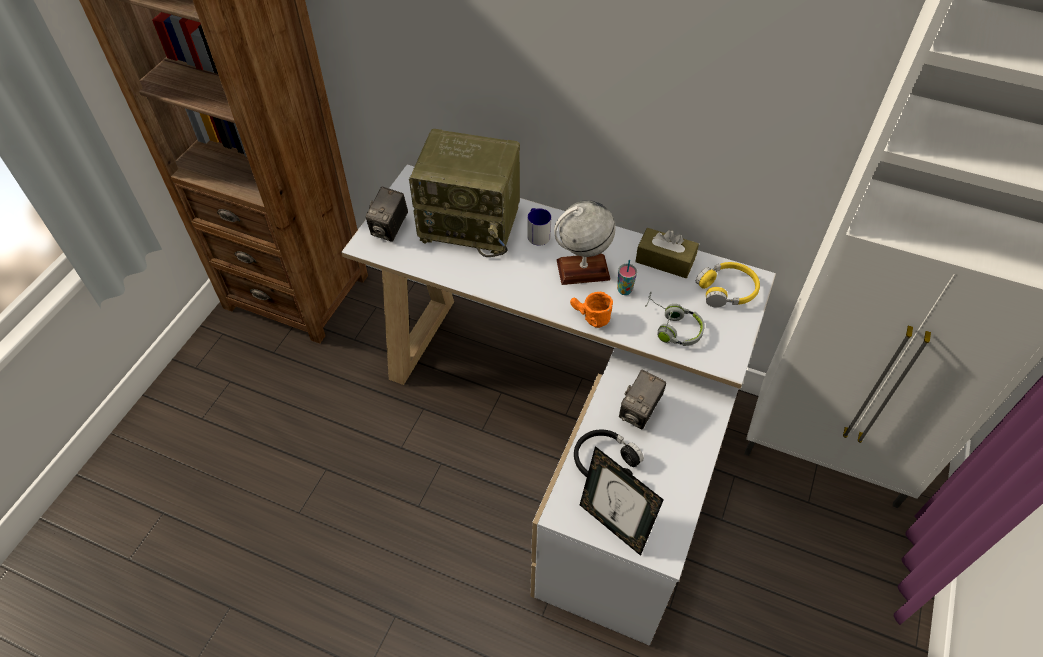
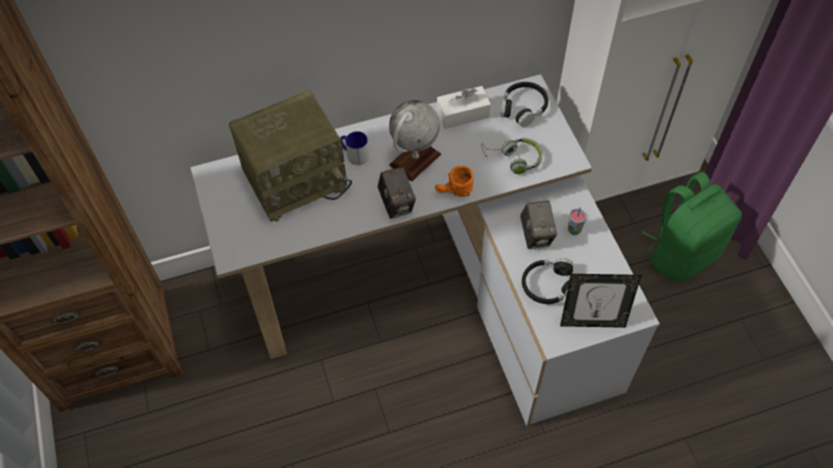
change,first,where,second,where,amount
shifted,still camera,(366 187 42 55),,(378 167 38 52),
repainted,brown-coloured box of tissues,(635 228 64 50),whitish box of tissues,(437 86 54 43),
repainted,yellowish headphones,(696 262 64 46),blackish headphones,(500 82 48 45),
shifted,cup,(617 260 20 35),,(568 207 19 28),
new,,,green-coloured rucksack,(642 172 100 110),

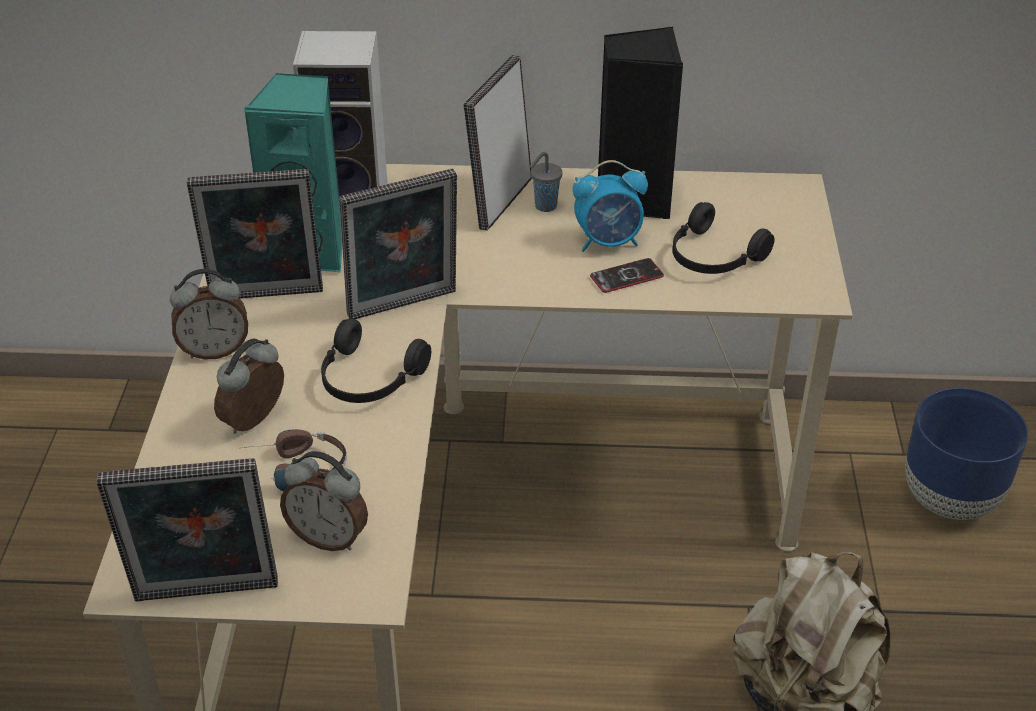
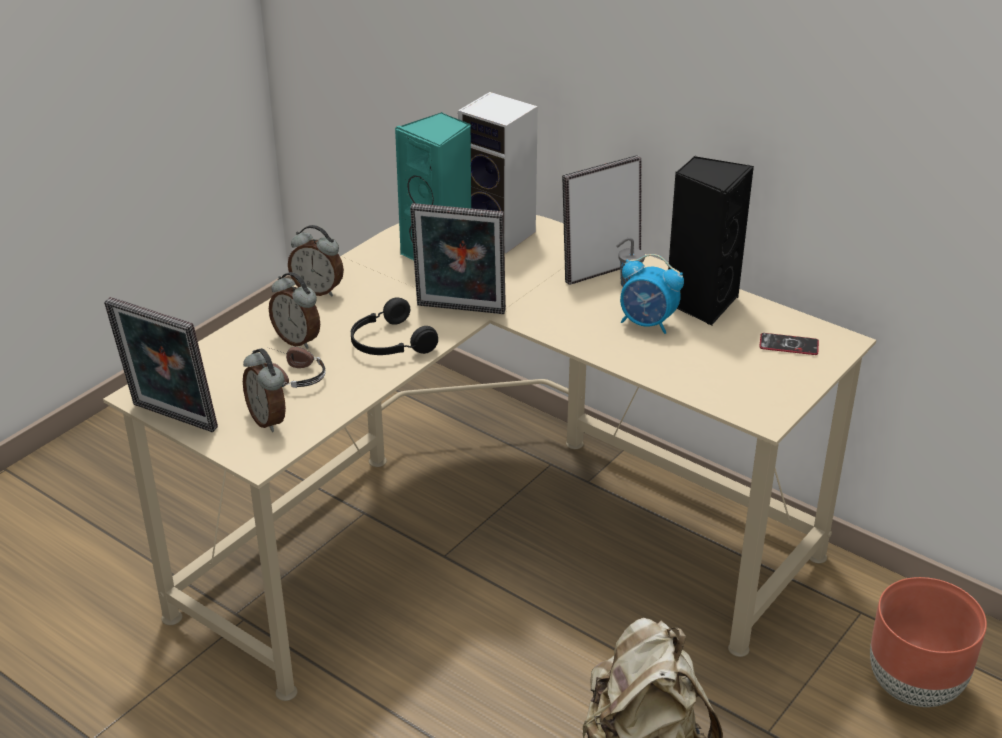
change,first,where,second,where,amount
rotated,alarm clock,(214 339 70 95),,(269 272 51 77),120 degrees counterclockwise
shifted,phone,(590 258 74 35),,(759 333 60 22),
repainted,bluish planter,(905 388 123 132),brown-coloured planter,(870 577 117 130),
gone,standing frame,(187 169 136 129),,,
gone,blackish headphones,(672 202 103 72),,,

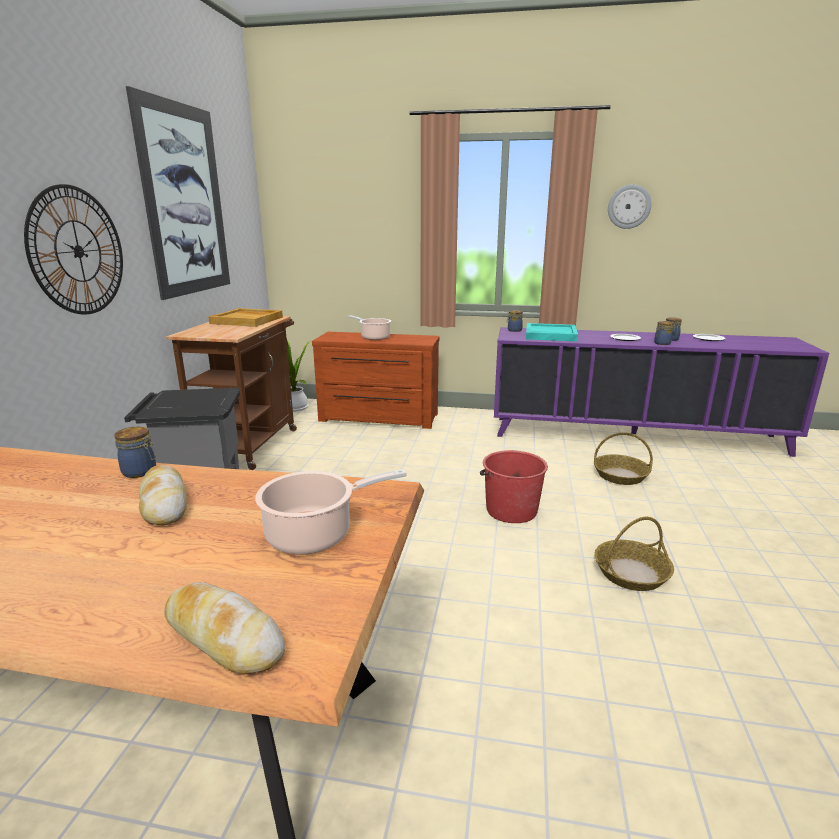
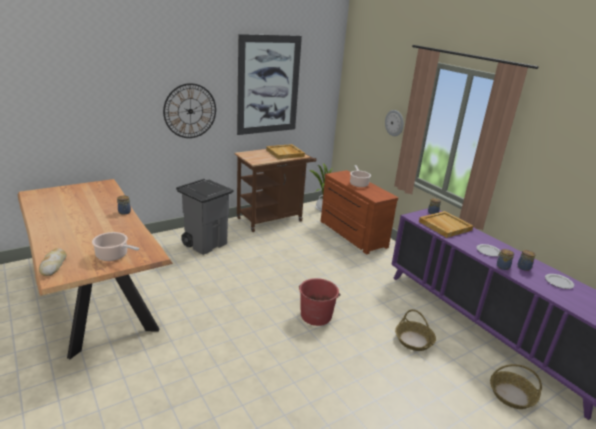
change,first,where,second,where,amount
shifted,hanging clock,(608 184 44 45),,(385 110 19 26),
repainted,turquoise carrying tray,(526 323 52 18),beige-coloured carrying tray,(419 211 54 27),
shifted,household basket,(594 517 80 74),,(490 364 52 45),
gone,bread,(139 465 48 60),,,

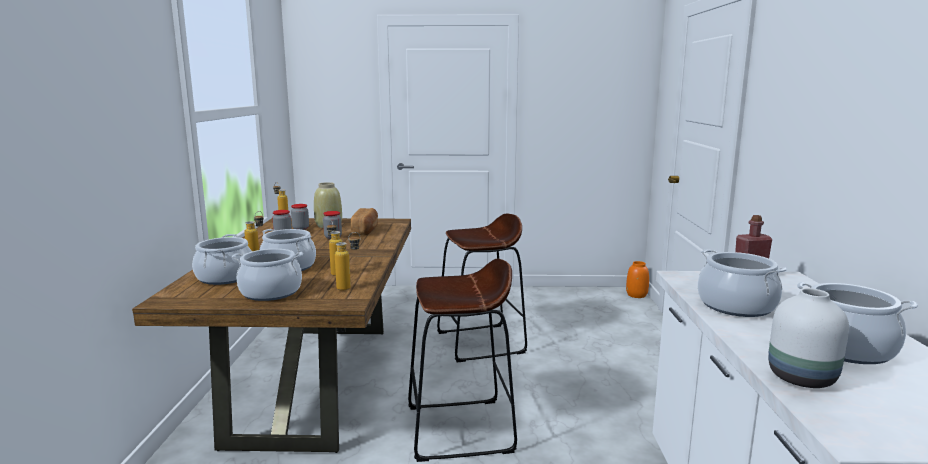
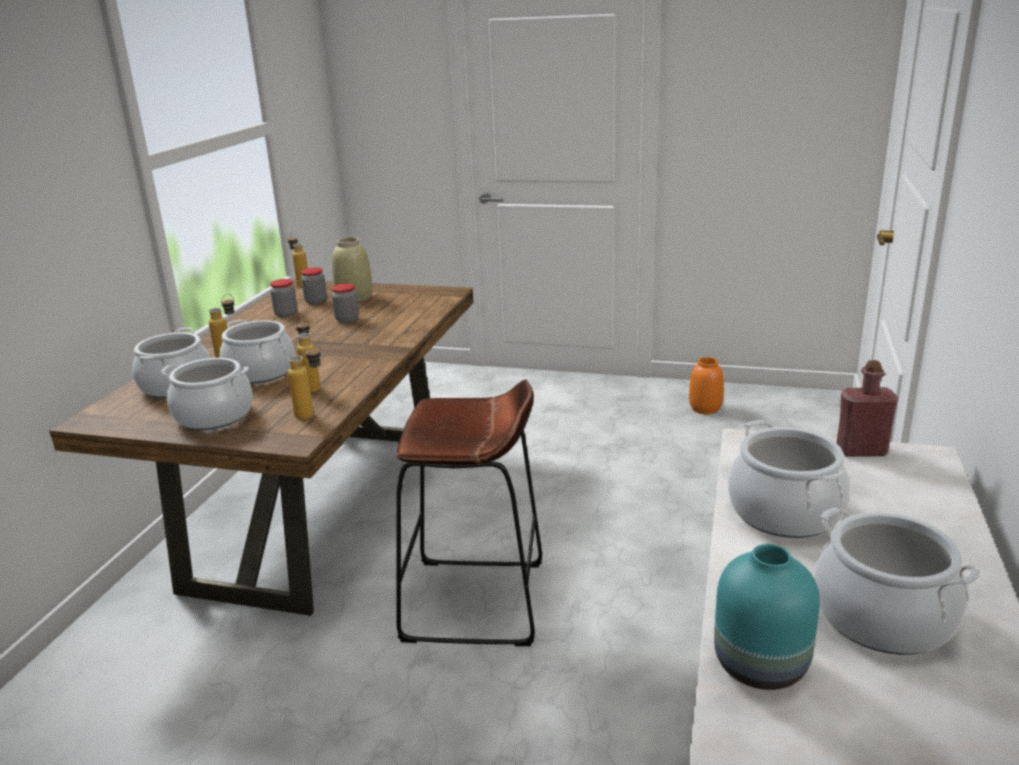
change,first,where,second,where,amount
shifted,orangey vase,(626 261 23 37),,(689 357 35 57),
repainted,whitish vase,(768 288 81 100),turquoise vase,(714 544 106 146),
gone,bread,(351 208 27 27),,,
gone,brown-coloured stool,(437 214 90 149),,,

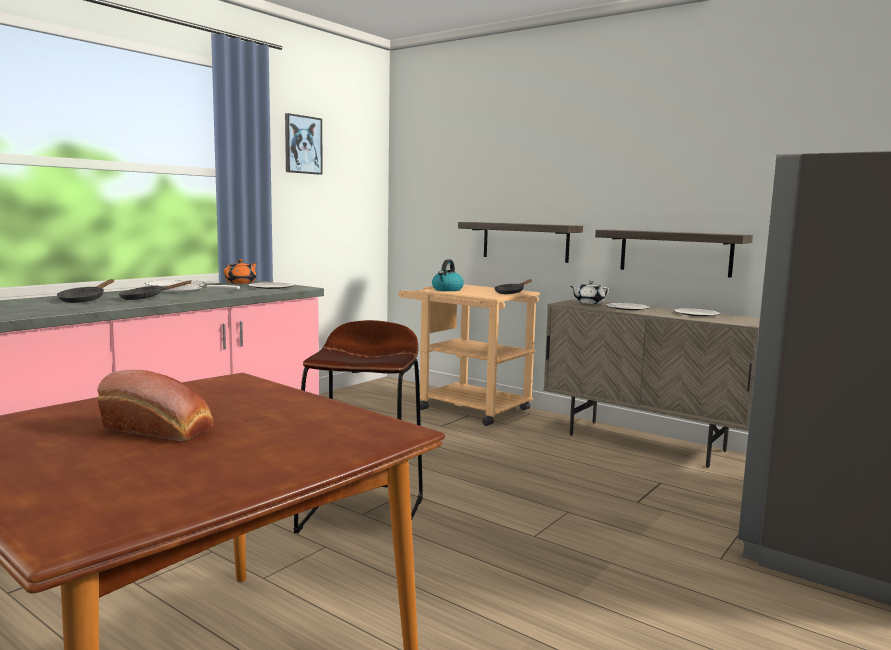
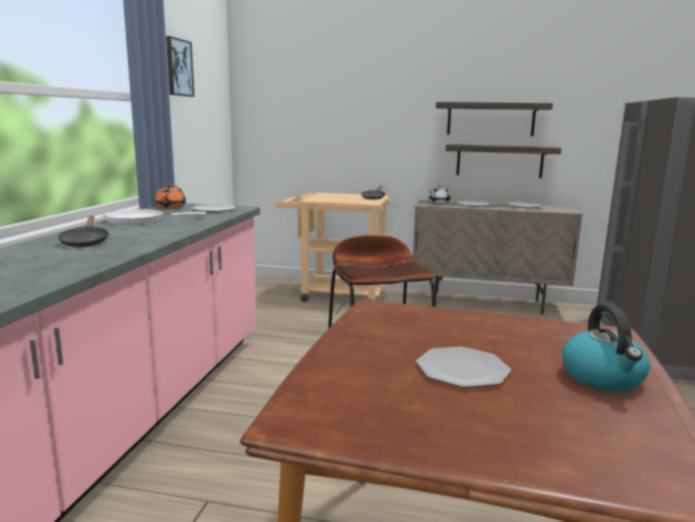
change,first,where,second,where,amount
swapped,bread,(97 370 116 71),flat dish,(416 347 95 41),
shifted,shelf,(458 222 125 41),,(436 102 117 34),
shifted,kettle,(432 259 32 32),,(562 304 88 88),
gone,blackish skillet,(119 280 72 20),,,

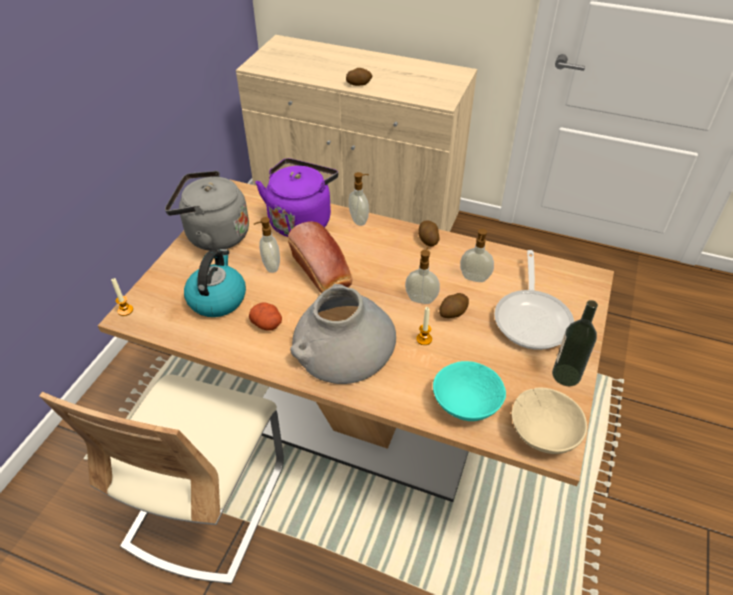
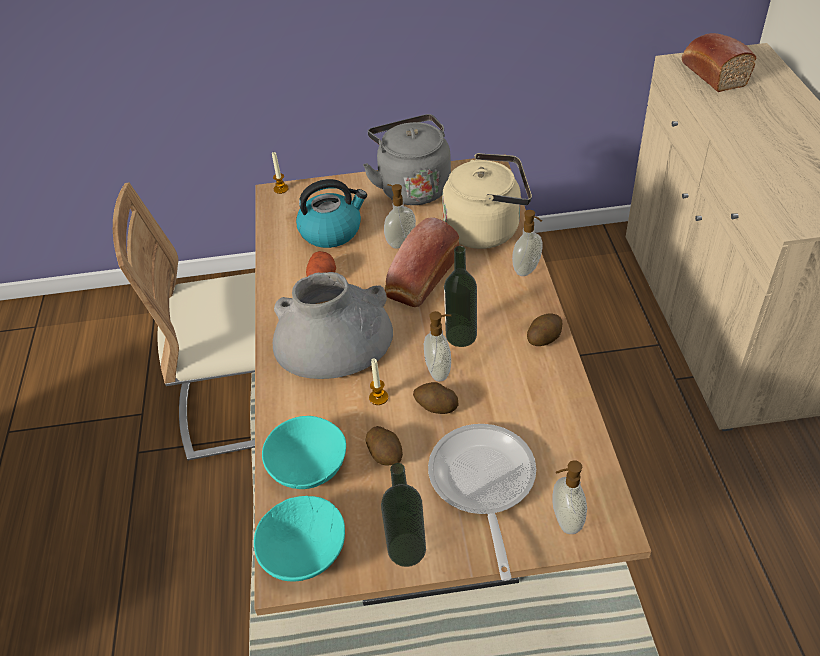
change,first,where,second,where,amount
repainted,beige-coloured deep dish,(511 388 76 66),turquoise deep dish,(254 496 91 85),
shifted,potato,(346 68 26 18),,(365 426 38 39),
rotated,skillet,(494 250 80 100),,(428 424 108 157),105 degrees clockwise
repainted,purplish kettle,(255 158 83 79),beige-coloured kettle,(442 153 90 96),
new,,,beverage bottle,(444 246 33 101),
shifted,soap dispenser,(460 229 34 53),,(552 460 35 74),
new,,,bread,(682 33 75 59),

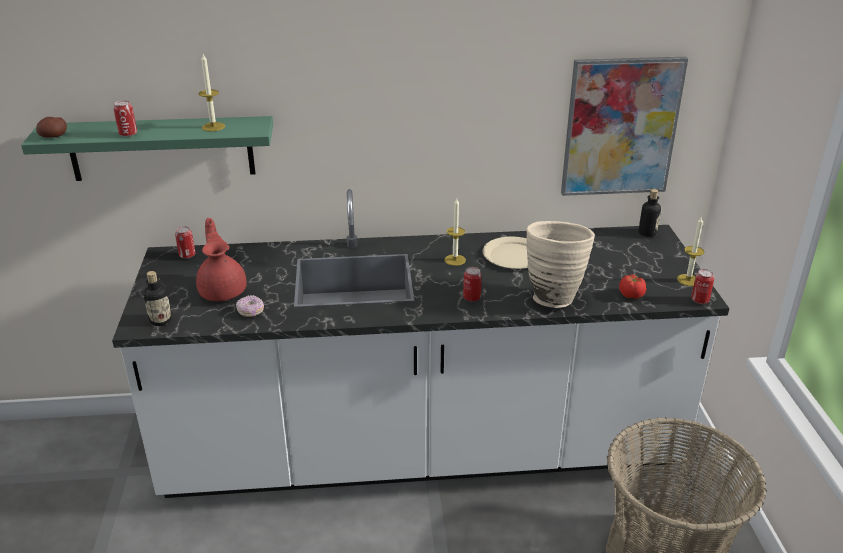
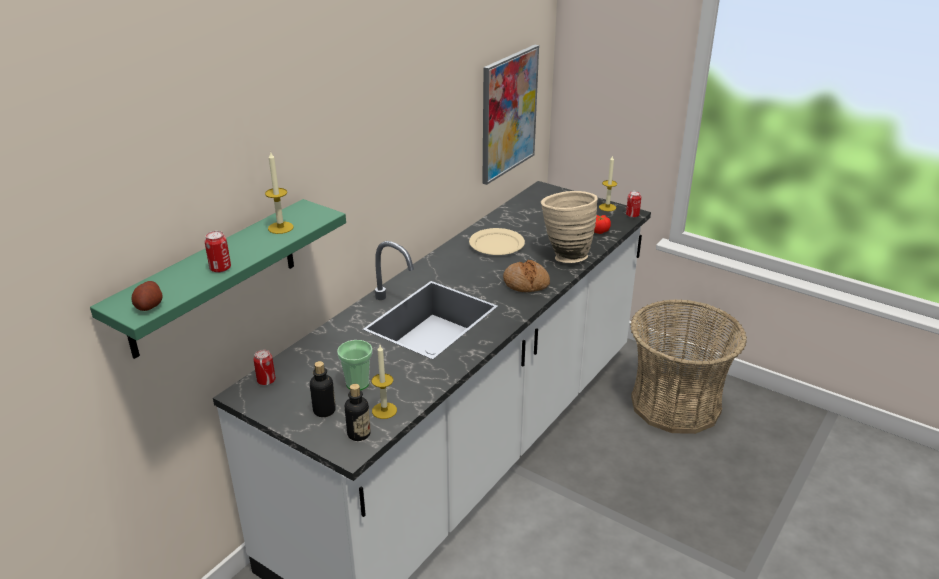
change,first,where,second,where,amount
shifted,beverage bottle,(639 189 22 48),,(310 361 26 56),
swapped,reddish teapot,(196 218 51 83),cup,(337 340 36 50),
shifted,candle,(445 198 21 68),,(372 345 25 74),
swapped,metal can,(463 267 19 34),bread,(503 260 47 32),
gone,ring doughnut,(236 295 28 22),,,

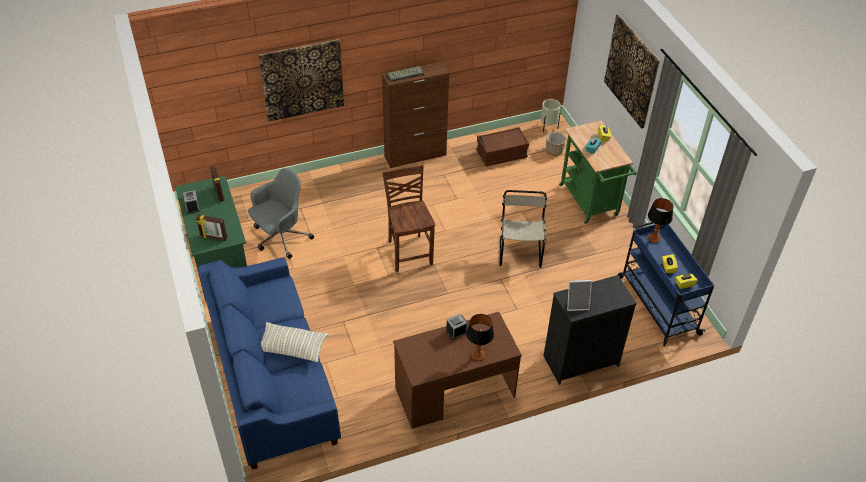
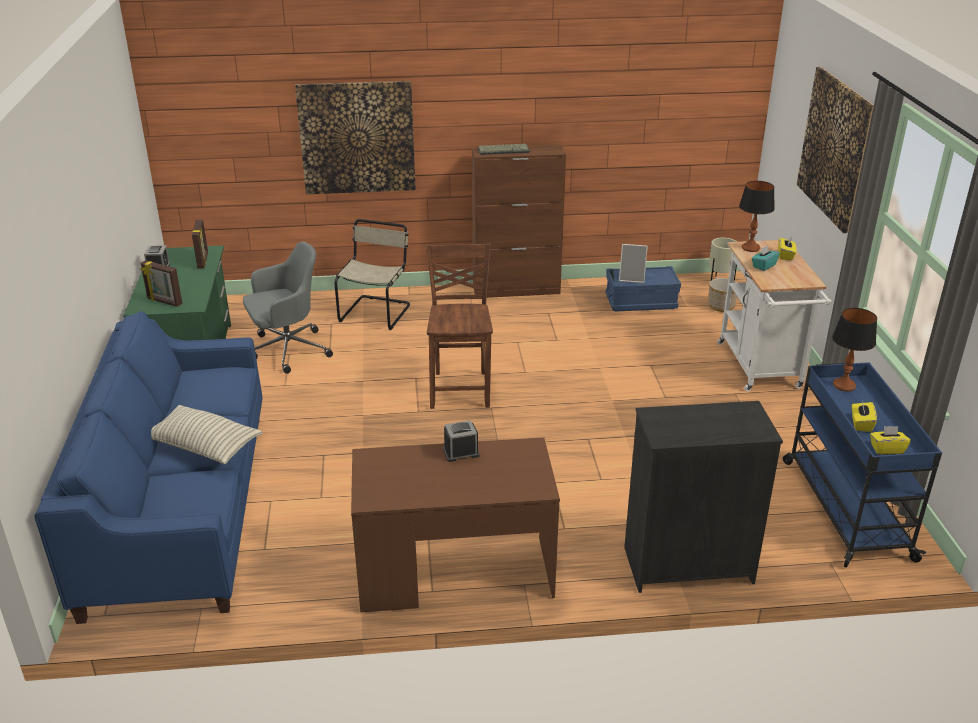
change,first,where,second,where,amount
shifted,beige-coloured plain chair,(500 190 47 78),,(335 219 75 111),
repainted,brown-coloured storage bin,(477 127 52 40),bluish storage bin,(606 266 75 46),
shifted,standing frame,(567 280 25 31),,(619 244 29 39),
repainted,green-coloured trolley,(559 121 78 103),whitish trolley,(717 240 114 151),
shifted,tabletop lamp,(466 314 28 47),,(739 181 36 71),

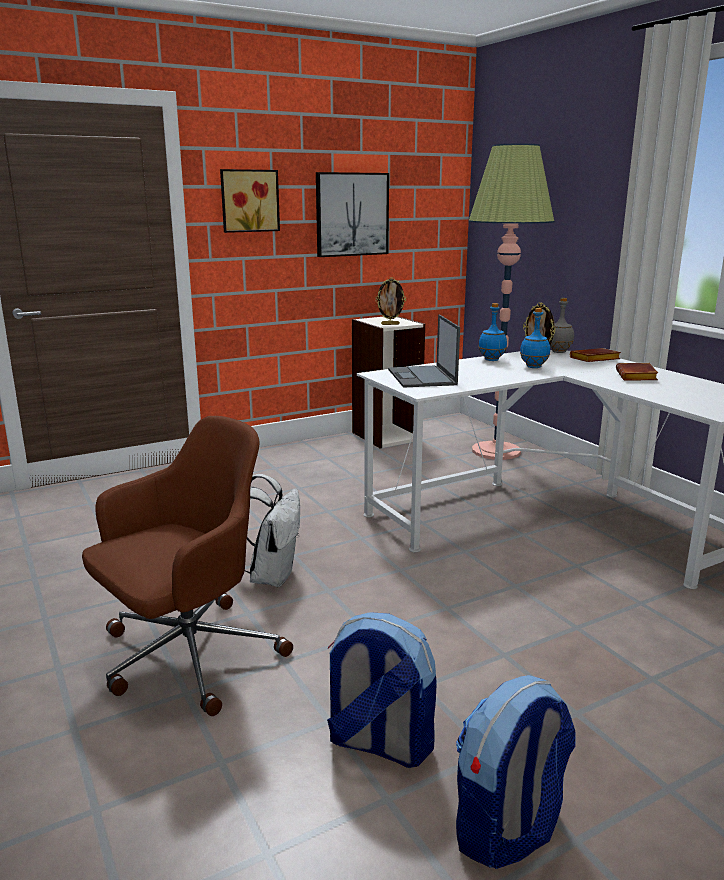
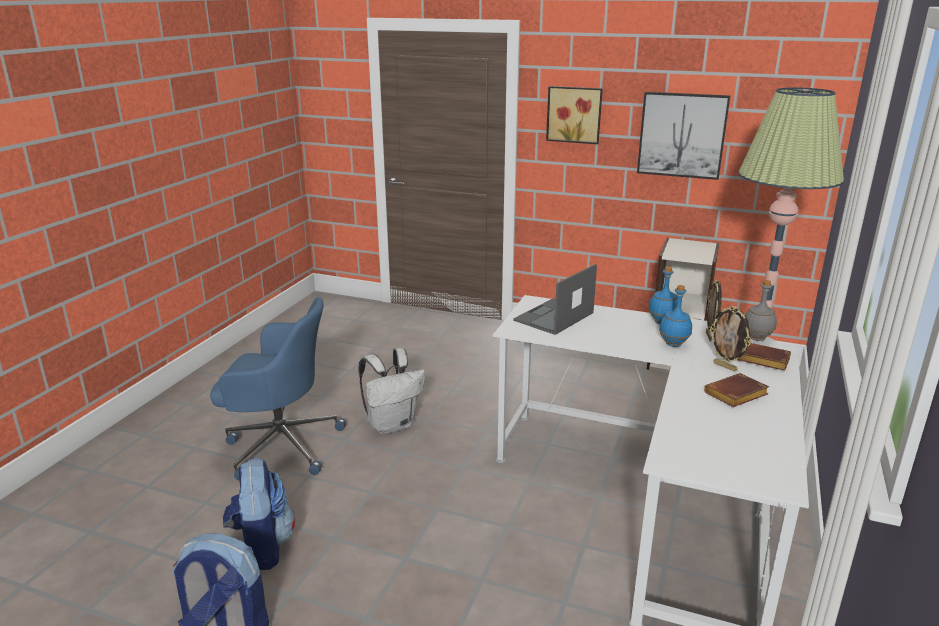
change,first,where,second,where,amount
repainted,brown-coloured office chair,(82 416 211 300),bluish office chair,(210 297 136 183),
shifted,standing frame,(376 277 30 48),,(710 306 41 65),

